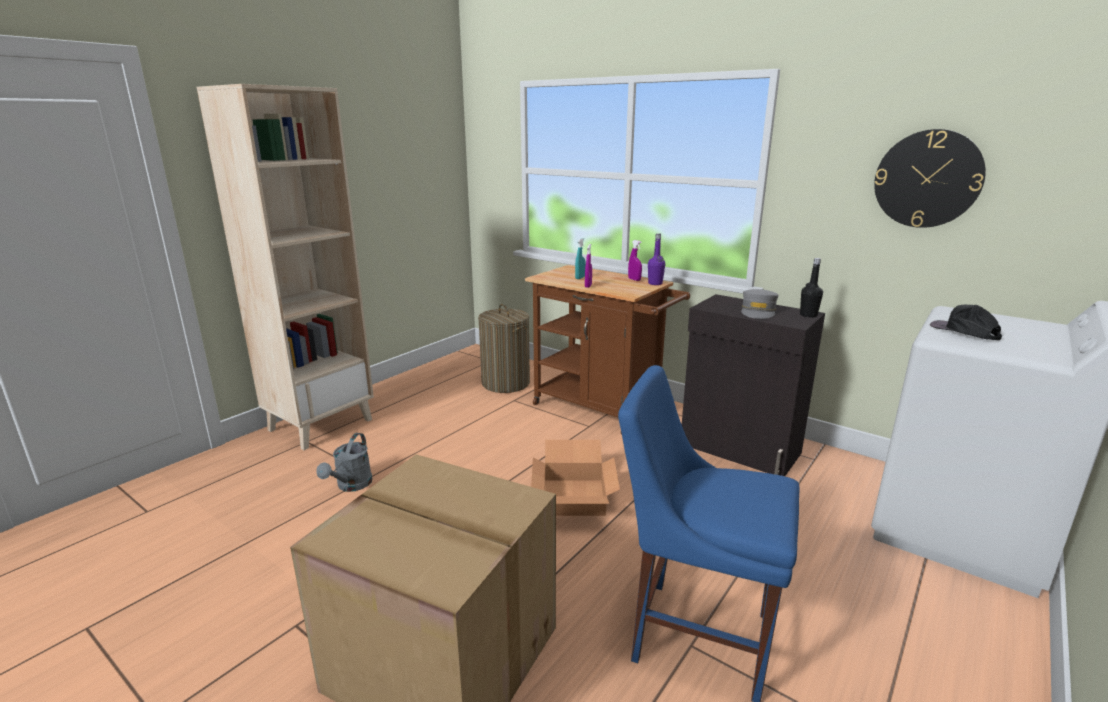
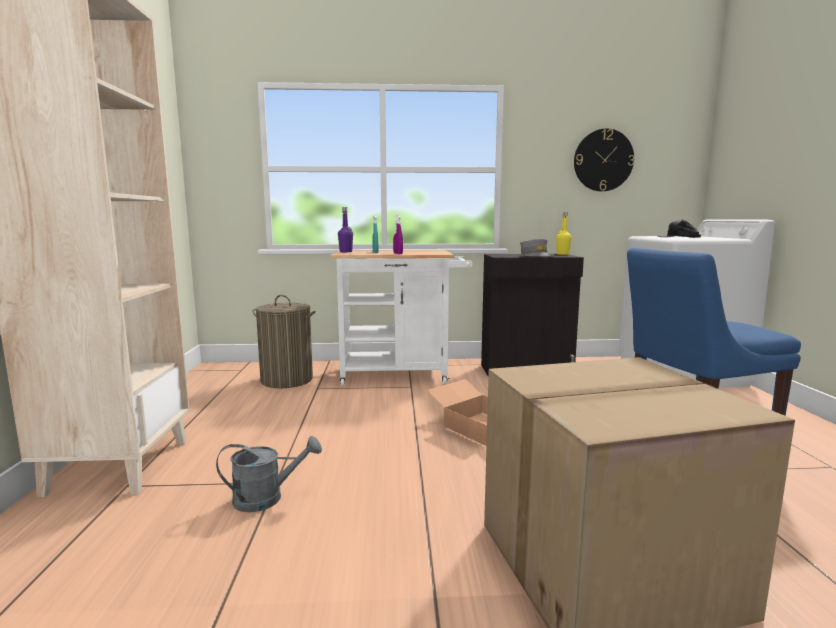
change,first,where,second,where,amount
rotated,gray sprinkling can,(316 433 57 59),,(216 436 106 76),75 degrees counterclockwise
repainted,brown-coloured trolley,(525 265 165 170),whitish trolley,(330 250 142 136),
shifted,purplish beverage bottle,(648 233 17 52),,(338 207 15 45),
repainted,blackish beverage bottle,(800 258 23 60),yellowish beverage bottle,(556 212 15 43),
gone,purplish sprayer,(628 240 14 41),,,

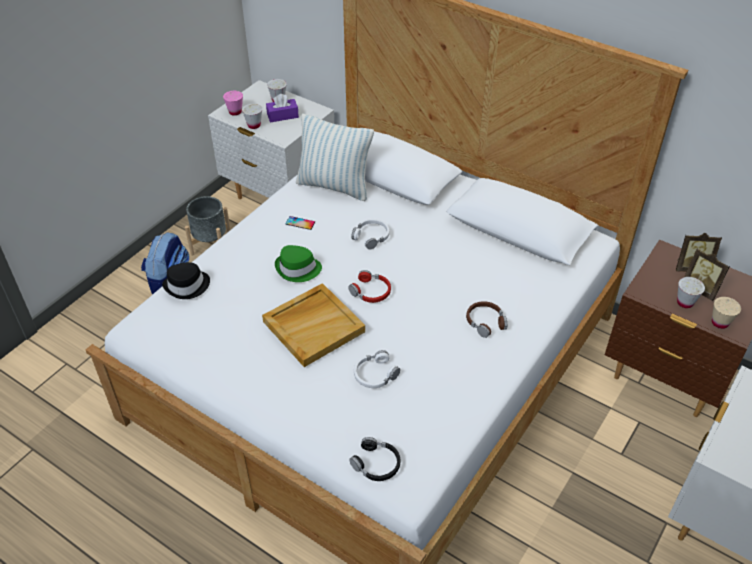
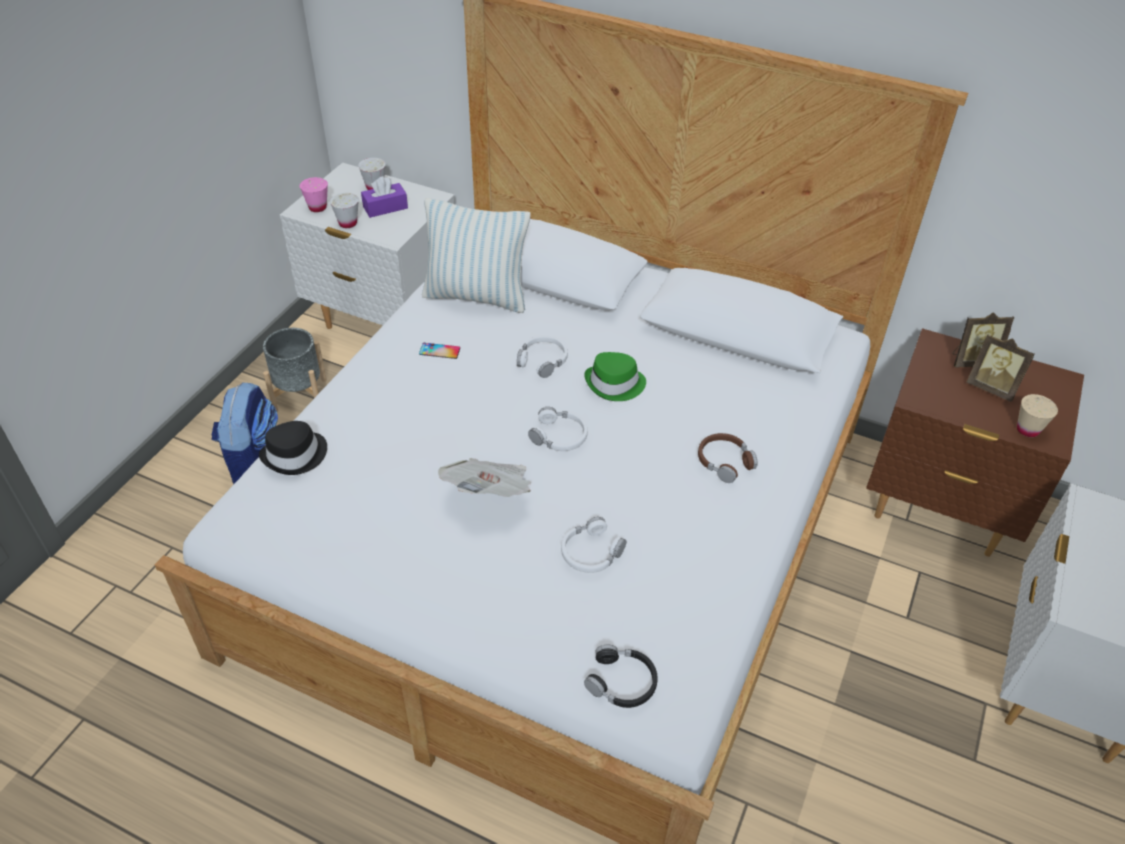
change,first,where,second,where,amount
swapped,beige-coloured carrying tray,(262 283 103 84),daily paper,(438 458 93 39),
repainted,reddish headphones,(348 270 43 33),whitish headphones,(528 407 60 44),
shifted,green-coloured clothing hat,(275 245 47 37),,(584 352 62 49),
gone,whitish cup,(677 277 28 31),,,

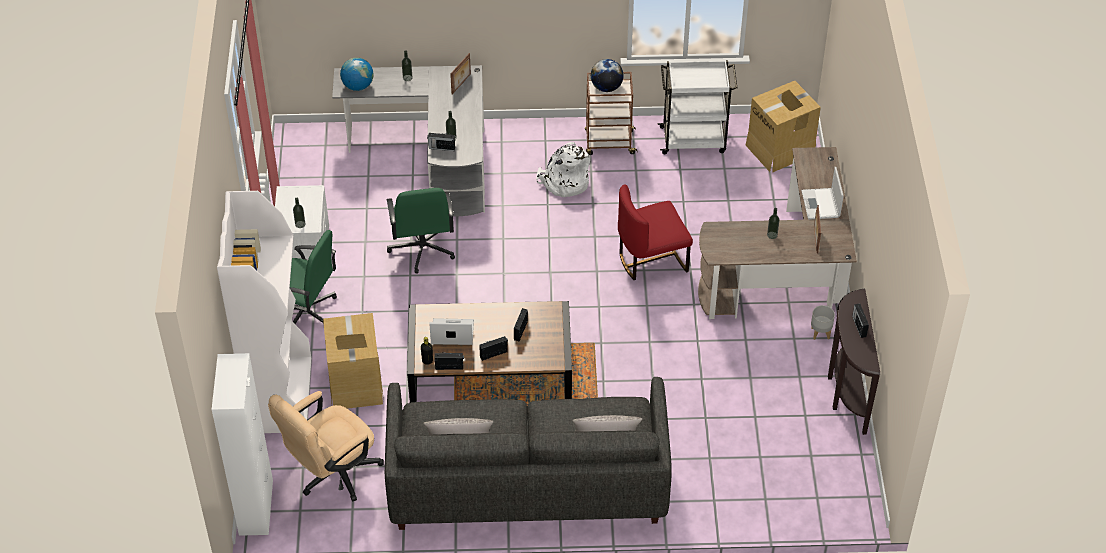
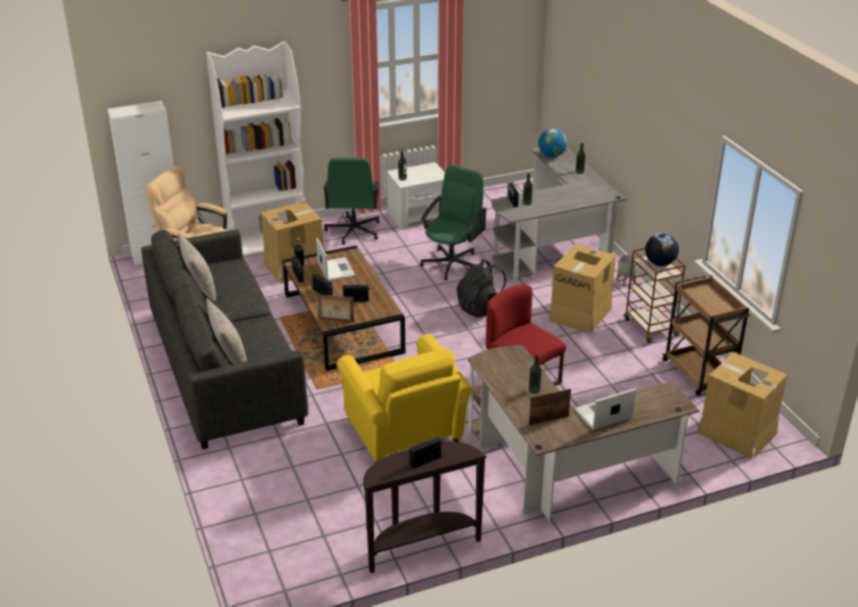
change,first,where,second,where,amount
shifted,standing frame,(450 53 21 42),,(318 294 36 28),
new,,,yellowish easy chair,(337 334 135 127),
rotated,green-coloured office chair,(386 188 69 86),,(420 165 67 115),150 degrees clockwise
new,,,blackish rucksack,(457 259 49 59),
swapped,whitish rucksack,(536 142 54 55),packing box,(549 244 67 90),
shifted,gray planter,(811 305 24 35),,(617 254 21 32),
repainted,whitish trolley,(658 60 79 94),brown-coloured trolley,(663 275 87 121),

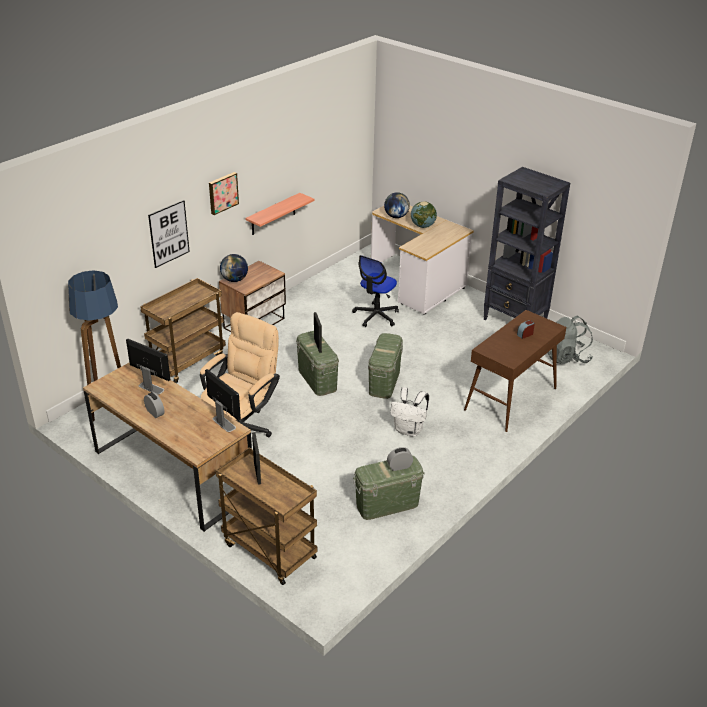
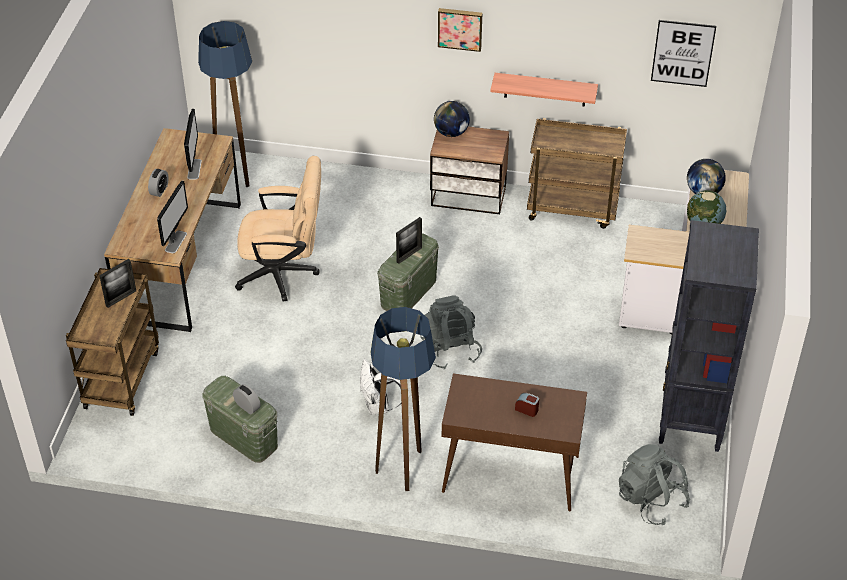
change,first,where,second,where,amount
new,,,floor lamp,(370 307 66 184),
swapped,green-coloured storage bin,(368 333 35 66),gray rucksack,(420 295 62 74),
shifted,brown-coloured trolley,(140 278 86 105),,(527 118 100 111),
shifted,wall picture,(148 200 42 68),,(651 20 65 67),
gone,office chair,(352 255 47 72),,,

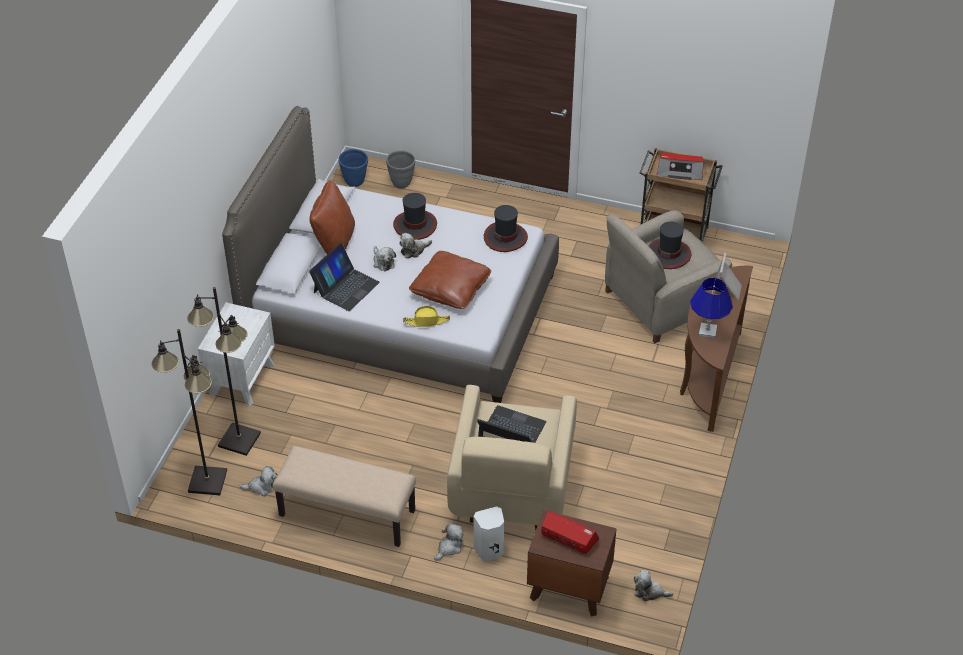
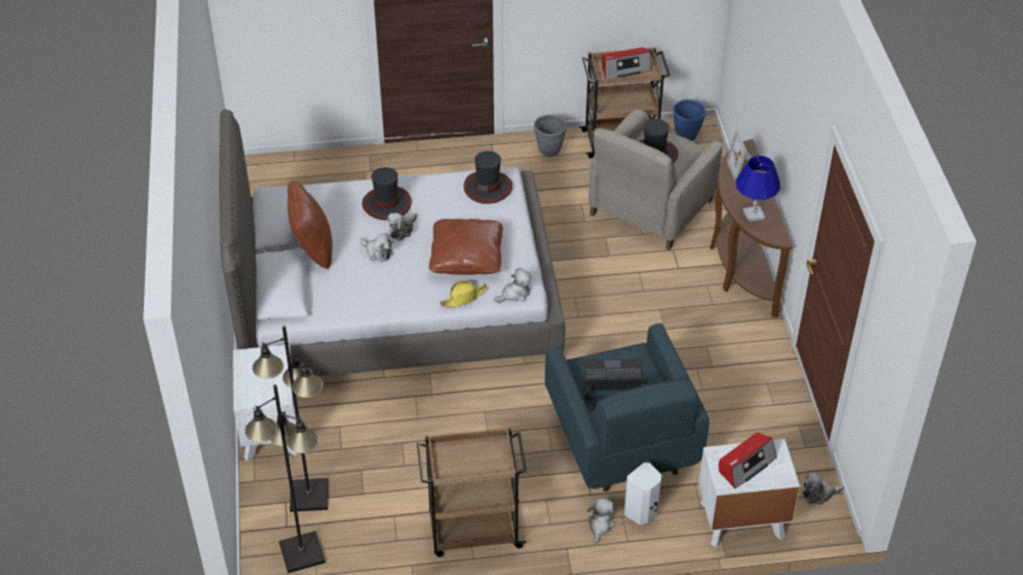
change,first,where,second,where,amount
swapped,beige-coloured long seat,(273 446 143 101),brown-coloured trolley,(417 428 110 129),
shifted,cuddly toy,(239 466 38 30),,(494 268 38 35),
shifted,gray planter,(386 150 29 38),,(534 115 32 42),
repainted,beige-coloured easy chair,(447 385 130 145),bluish easy chair,(545 323 164 169),
shifted,bluish planter,(338 149 30 38),,(673 99 33 42),
repainted,brown-coloured night table,(527 510 90 106),whitish night table,(699 439 101 108),
rotated,radio,(541 510 58 44),,(719 432 58 57),135 degrees clockwise
gone,notebook computer,(309 243 71 68),,,

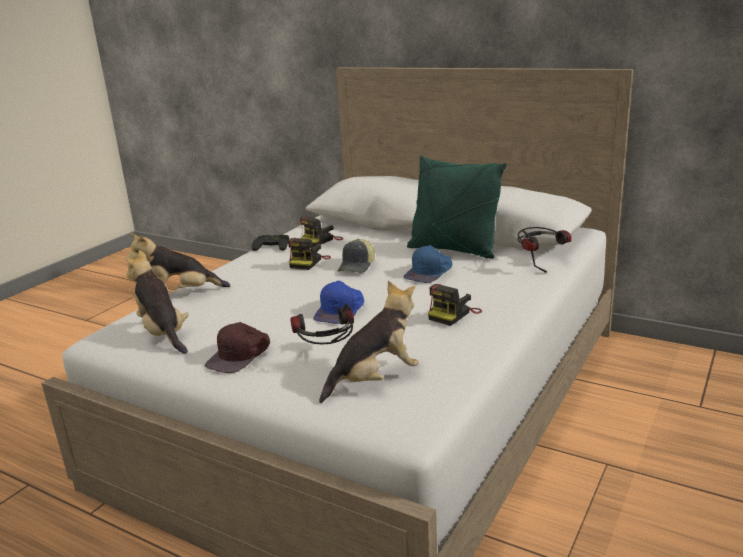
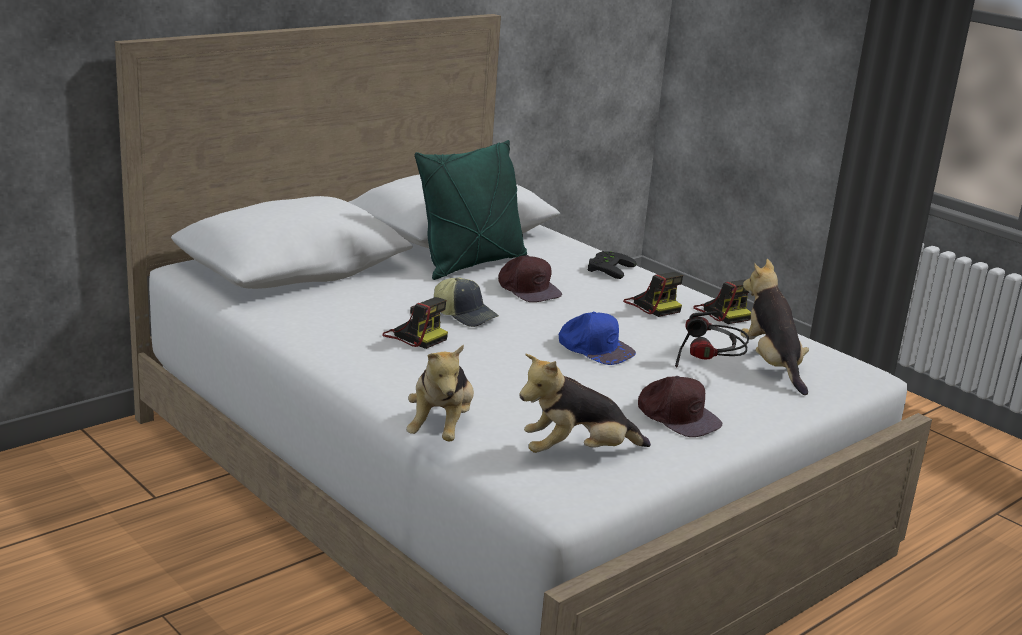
change,first,where,second,where,amount
repainted,bluish baseball cap,(403 245 49 38),brown-coloured baseball cap,(498 255 64 47),
shifted,blackish joypad,(252 235 37 16),,(588 251 48 28),
shifted,still camera,(300 216 43 31),,(693 280 58 44),
gone,headphones,(518 227 54 46),,,

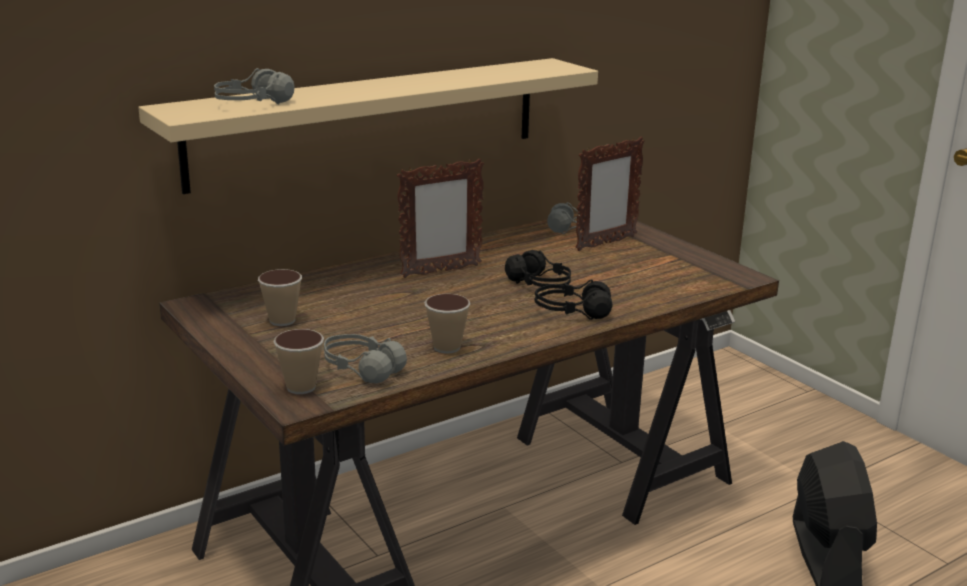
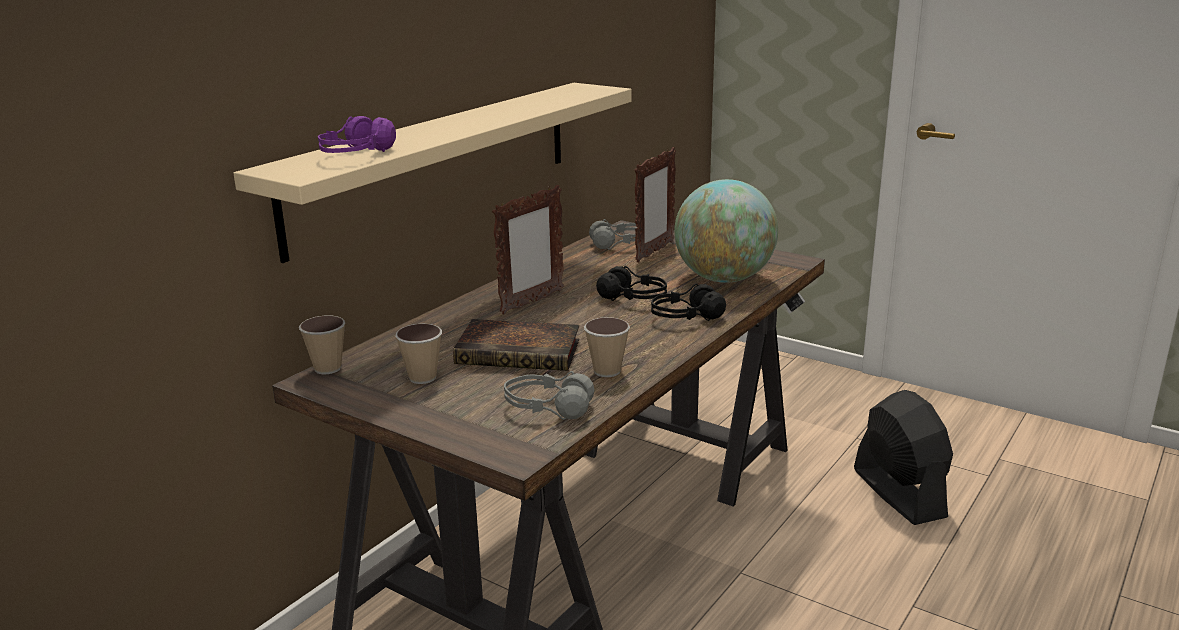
change,first,where,second,where,amount
shifted,cup,(273 329 51 65),,(299 316 46 58),
repainted,gray headphones,(214 68 81 36),purplish headphones,(318 116 78 37),
new,,,book,(453 319 126 52),
new,,,world globe,(674 179 104 104),

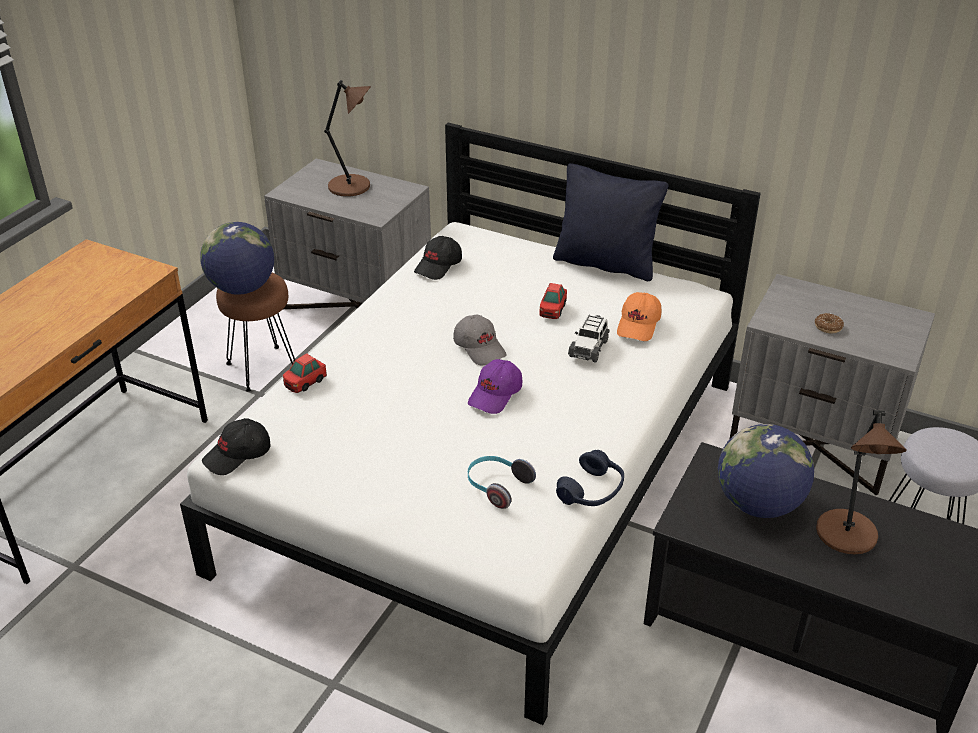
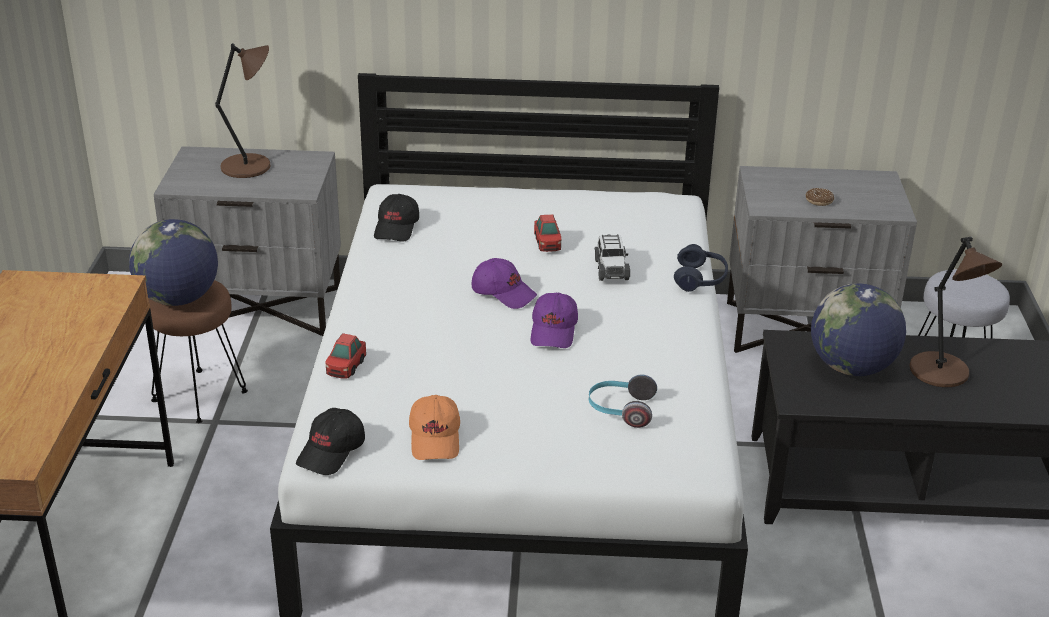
change,first,where,second,where,amount
shifted,orangey baseball cap,(617 292 44 49),,(409 395 51 65),
repainted,gray baseball cap,(453 315 53 51),purplish baseball cap,(472 258 65 51),
shifted,bluish headphones,(556 450 68 56),,(674 244 54 48),
gone,blackish throw pillow,(553 163 115 118),,,

